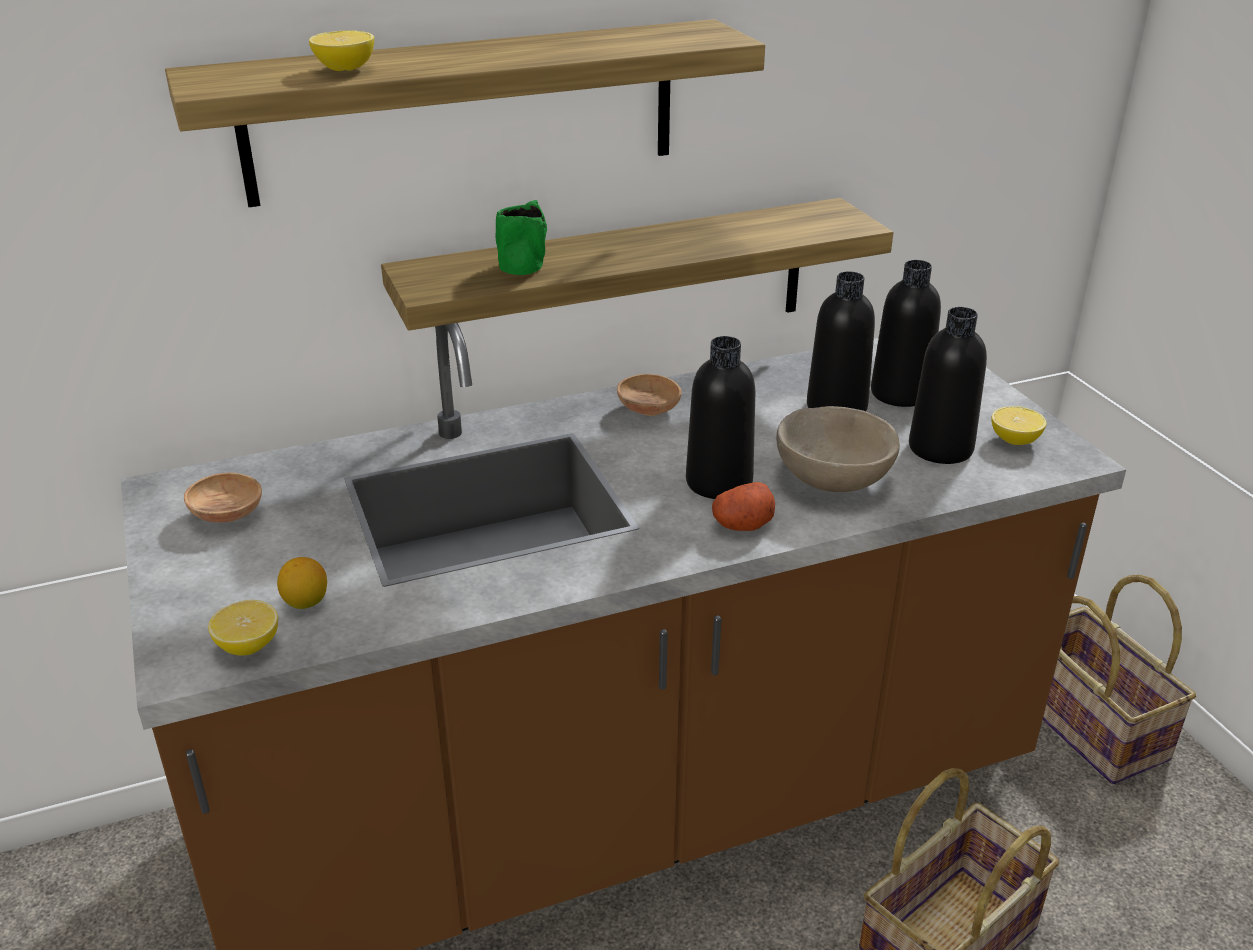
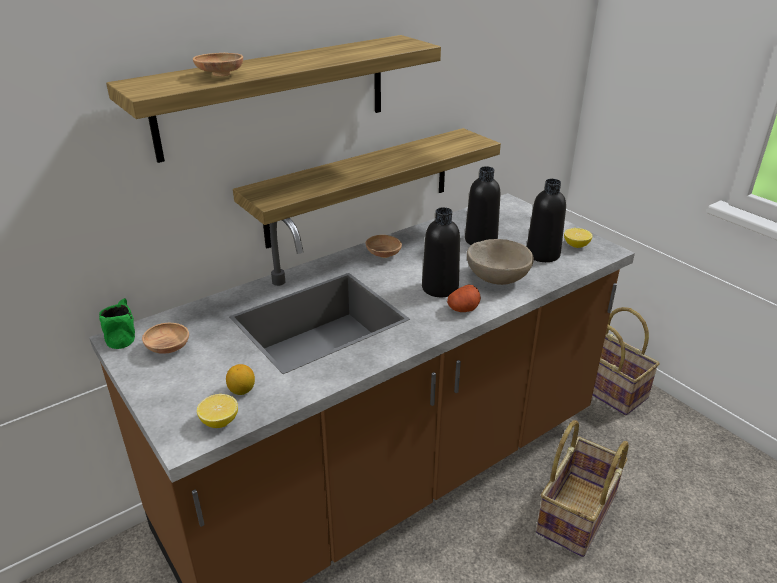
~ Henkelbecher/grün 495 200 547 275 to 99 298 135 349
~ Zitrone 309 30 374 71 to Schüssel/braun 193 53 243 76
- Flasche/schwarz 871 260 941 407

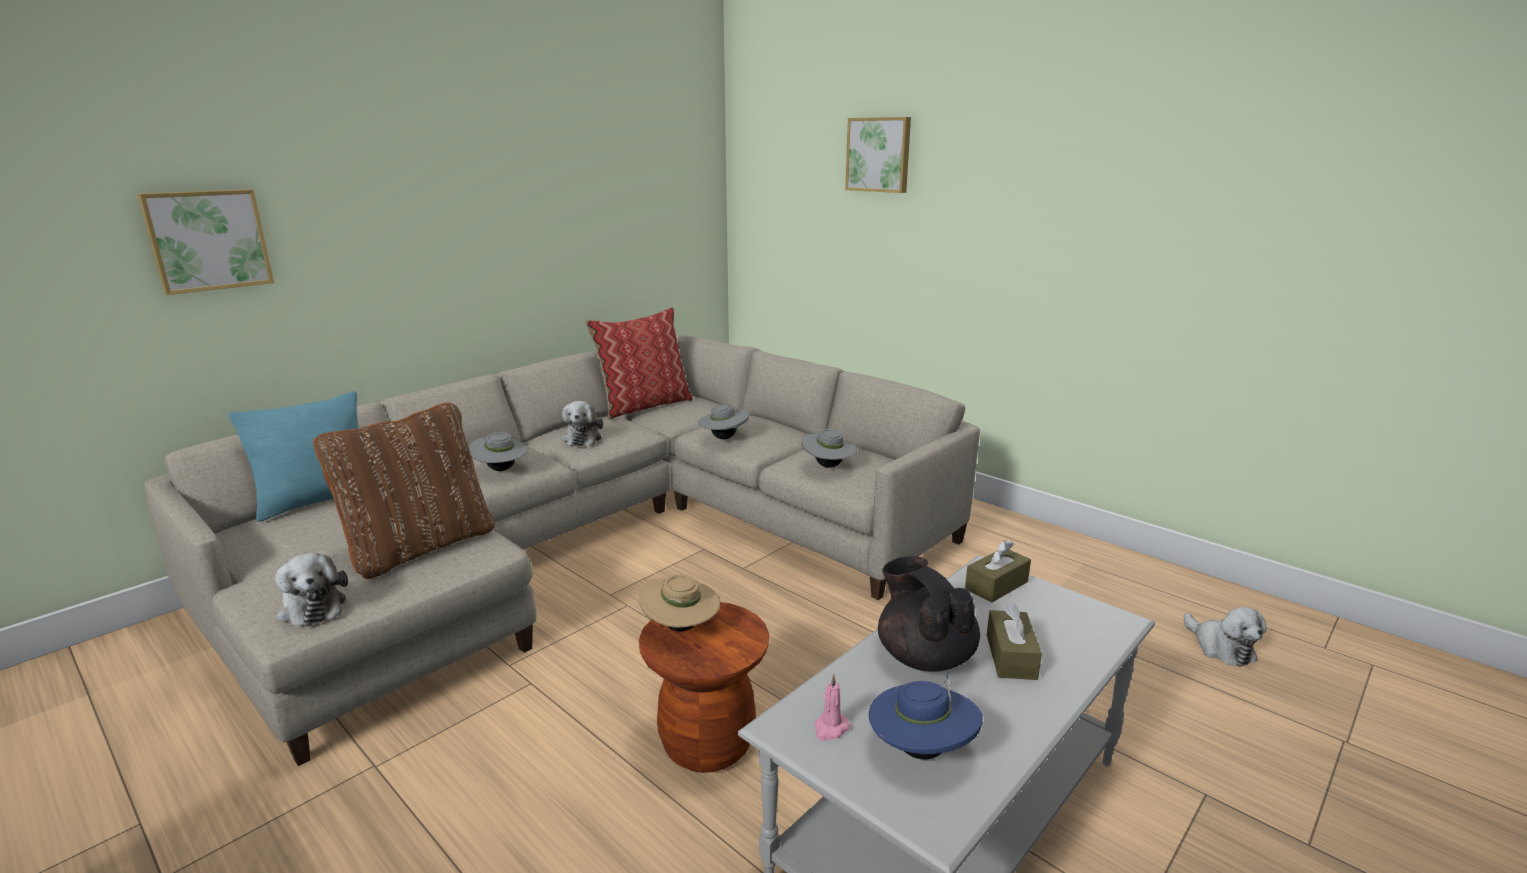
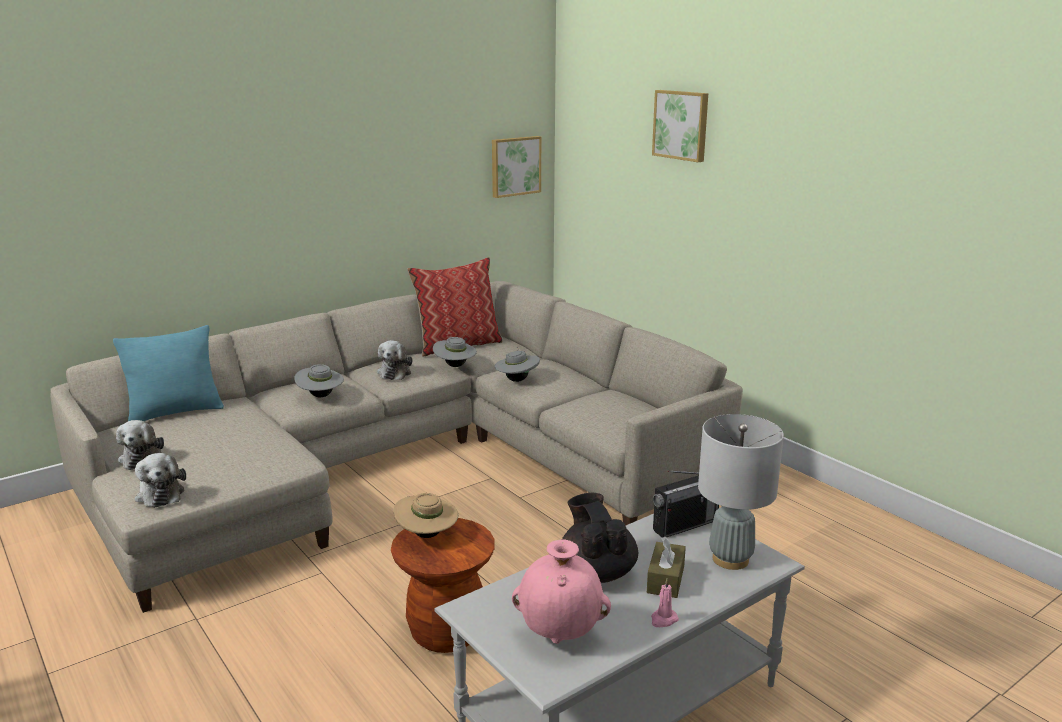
~ Plüschtier 1184 607 1267 667 to 116 420 164 470
~ Hut/grau 801 429 857 468 to 433 337 477 367
~ Bild 137 189 274 295 to 492 136 541 198
~ Hut/blau 869 676 983 759 to Vase/rosa 512 540 611 644
~ Kerze/rosa 814 674 850 741 to 651 578 679 627
~ Taschentuchbox/braun 965 540 1031 603 to Radio 653 471 719 538
+ Tischlampe/grau 698 414 784 570
- Kissen/braun 313 402 495 579

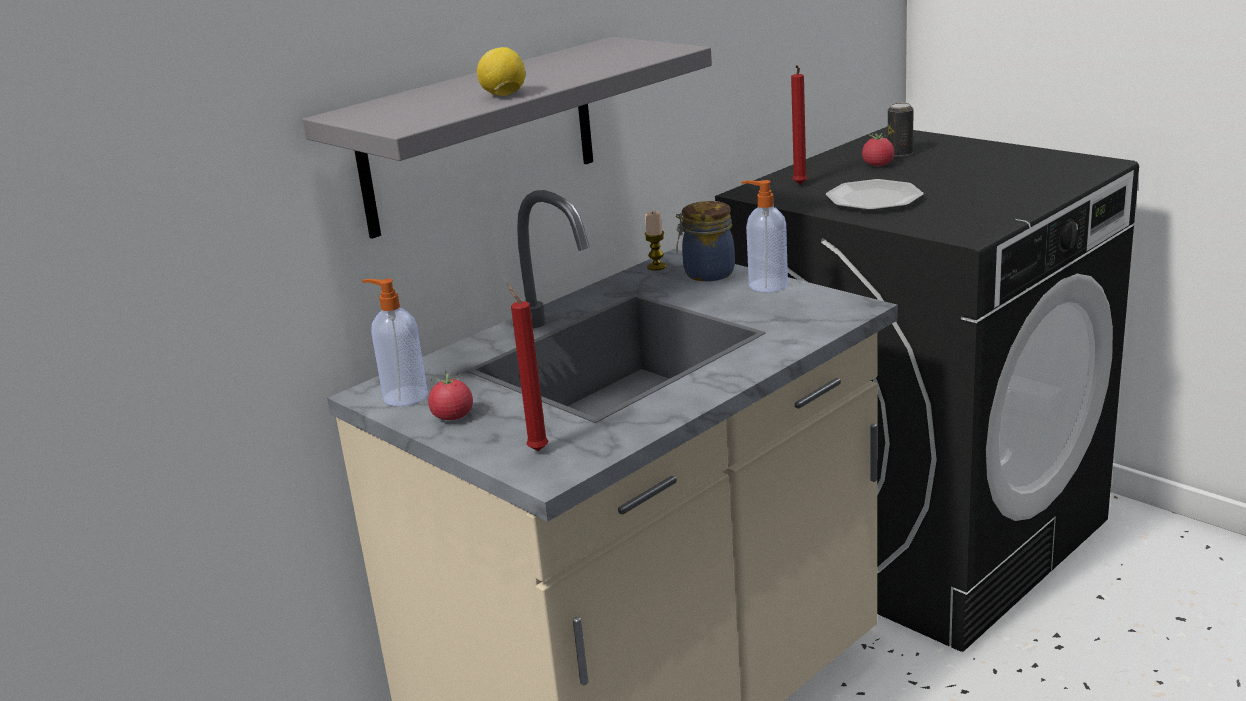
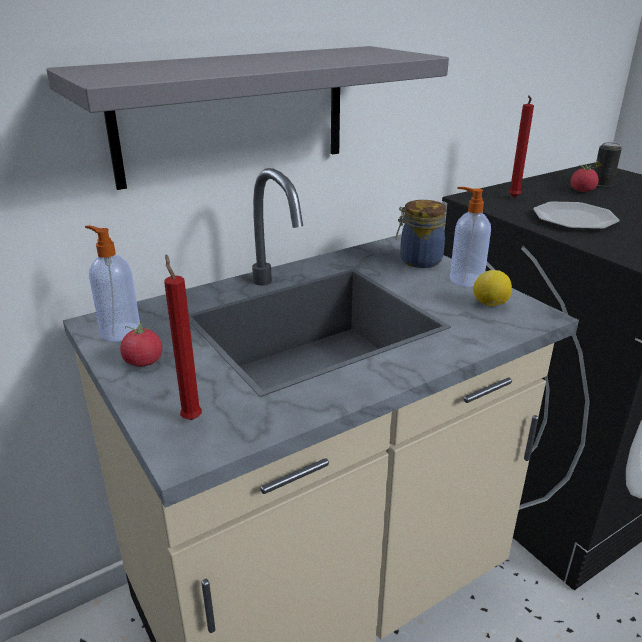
~ Zitrone 477 47 525 96 to 473 270 512 306
- Kerze 644 211 666 271

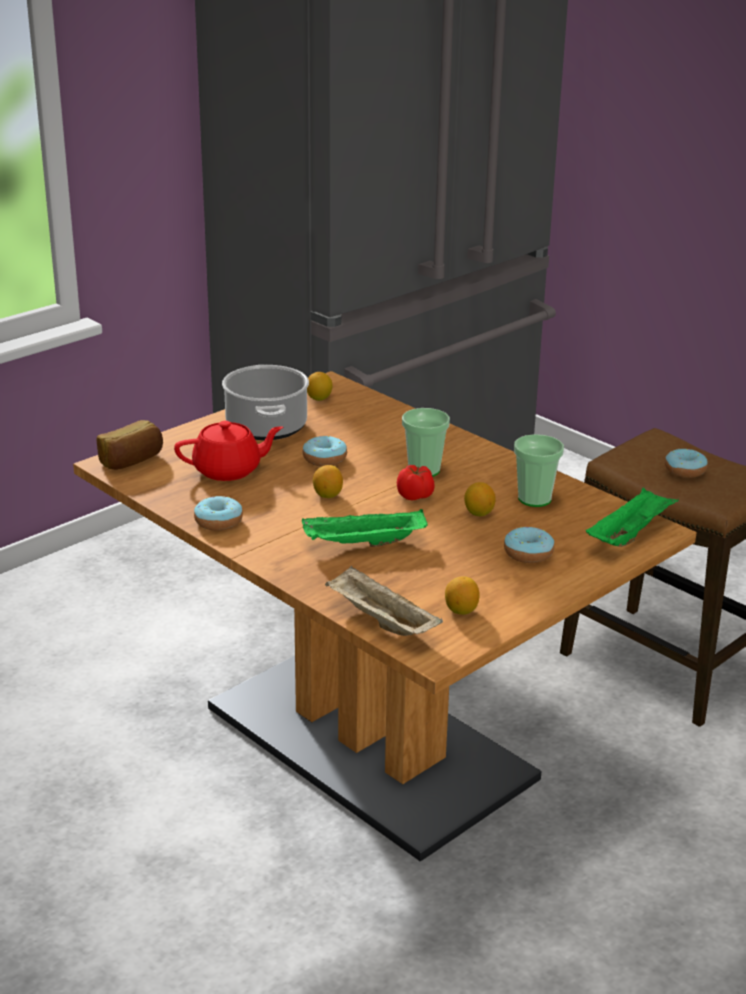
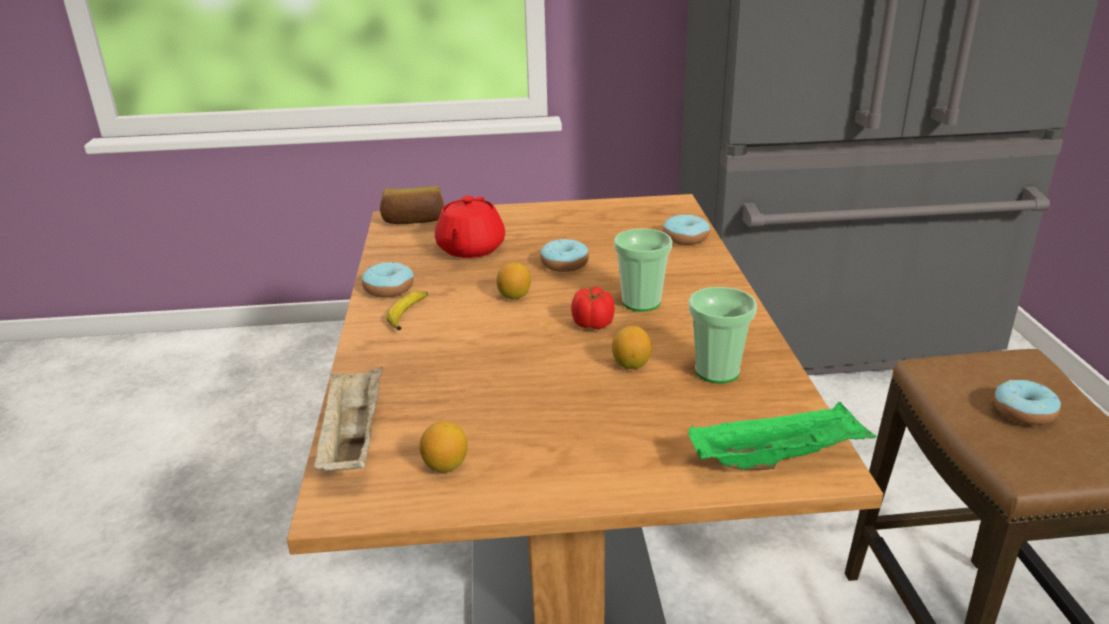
+ Banane 386 291 428 330
~ Teekanne/rot 174 421 283 481 = 435 196 505 258 75 degrees clockwise
~ Donut 504 527 554 563 to 663 214 710 245
- Kochtopf 222 365 309 440
- Tablett/grün 302 509 427 547
- Zitrone 307 372 333 401

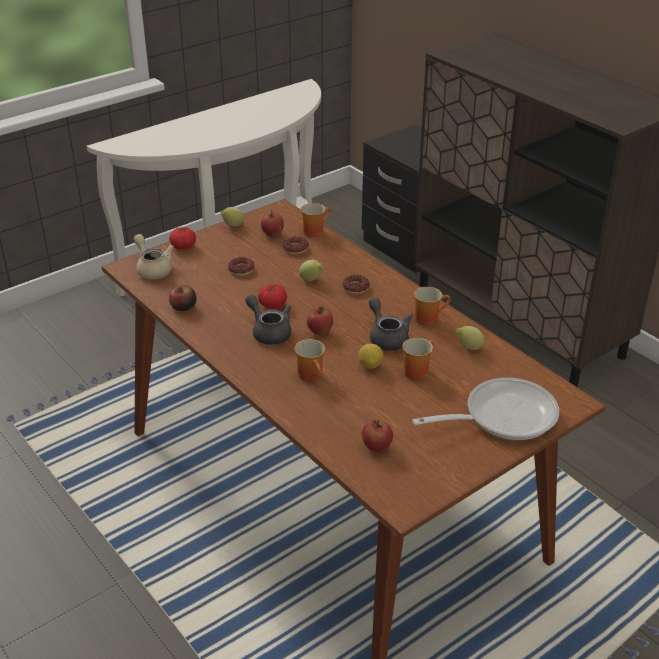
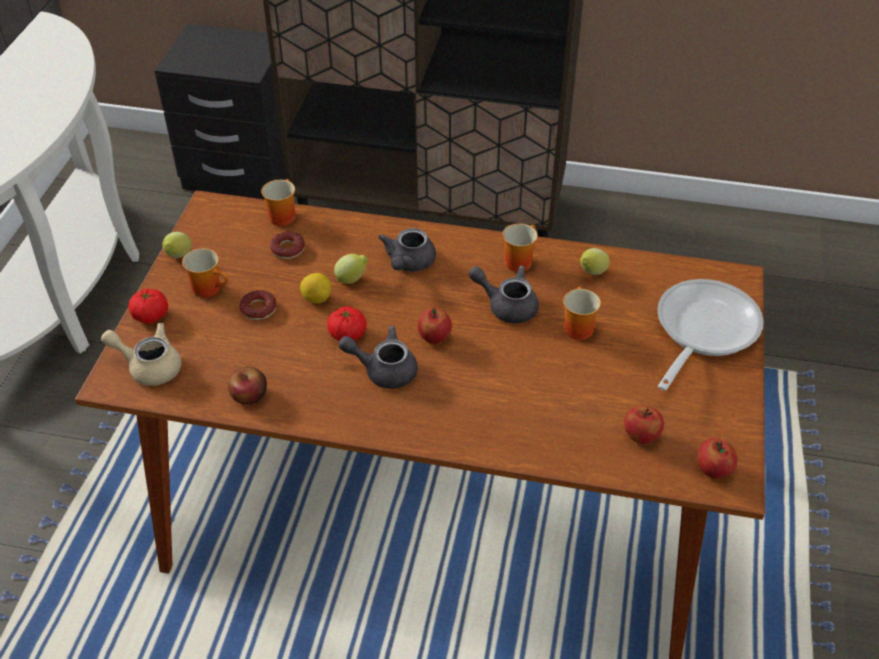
~ Henkelbecher 294 339 325 381 to 182 248 229 298
~ Zitrone 358 344 383 369 to 300 273 331 303
~ Donut 342 275 370 294 to Teekanne/grau 378 228 436 272
~ Apfel 261 210 284 237 to 697 438 737 478

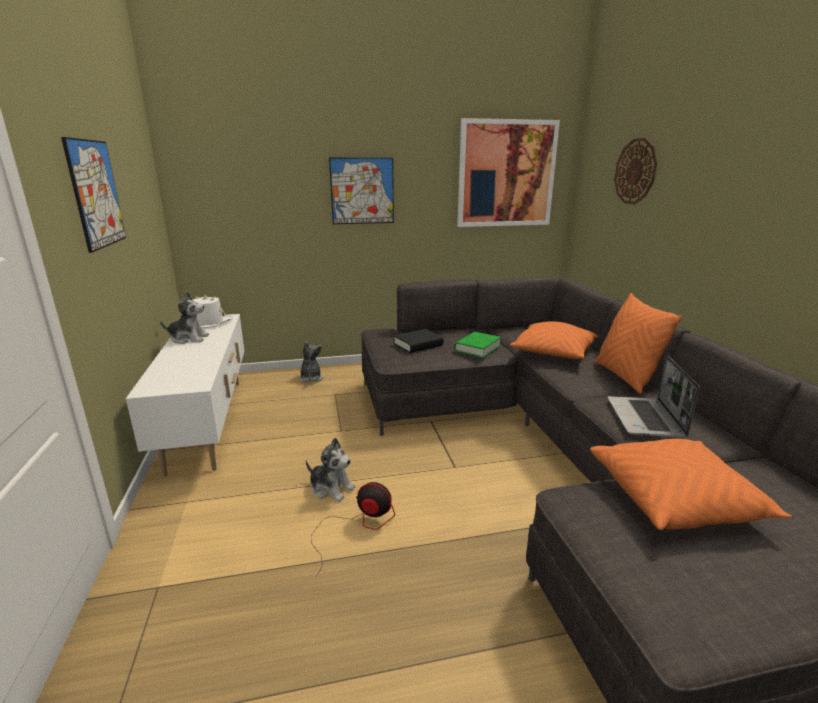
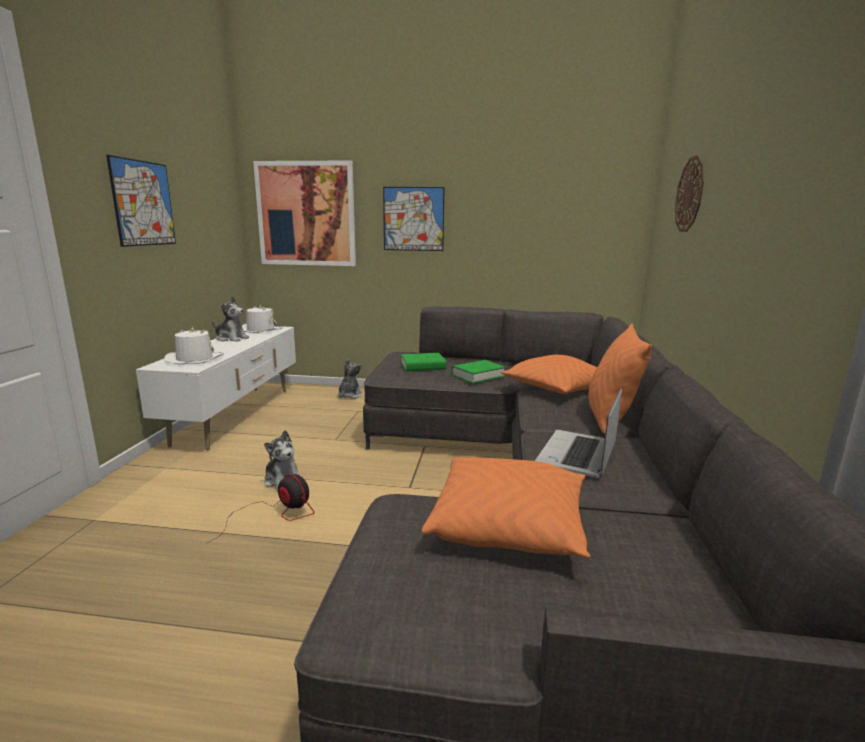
+ Hut/weiß 164 327 224 365
~ Bild 457 118 560 227 to 253 161 356 266
~ Buch/schwarz 394 329 443 353 to Buch/grün 401 353 446 371

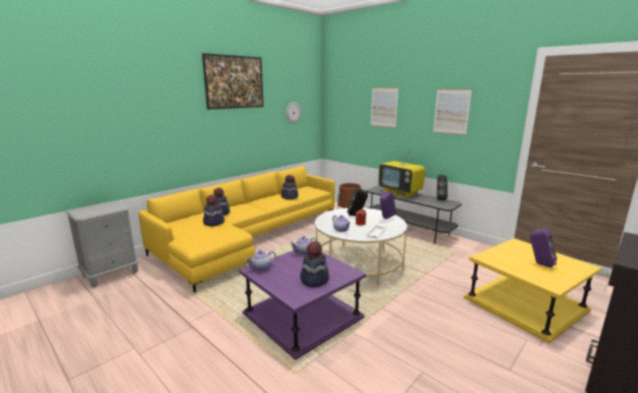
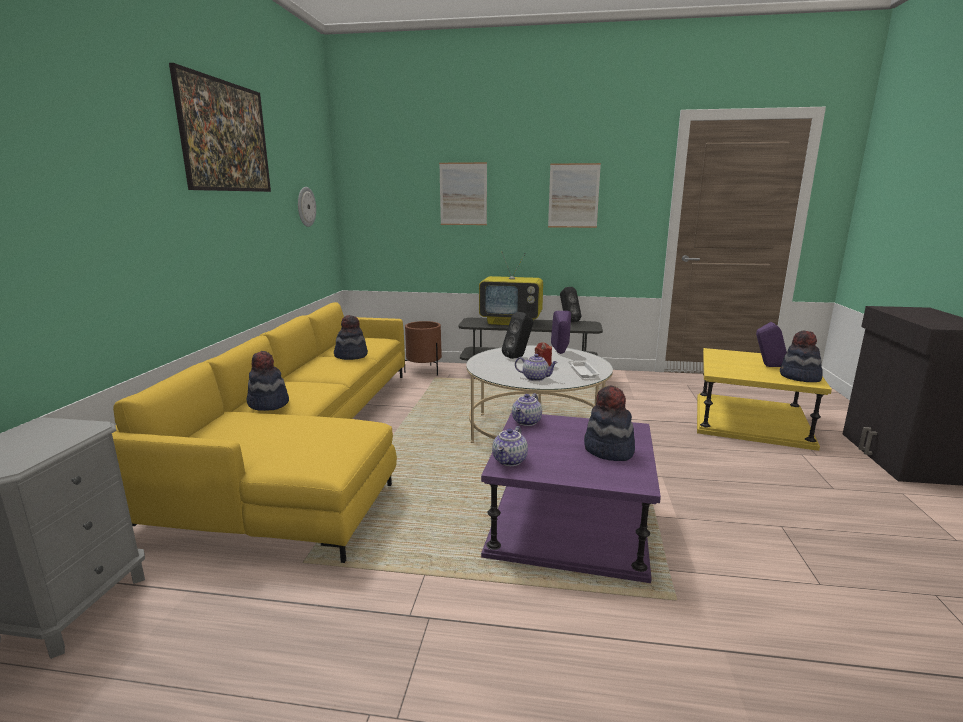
~ Hut 203 195 225 226 to 780 330 822 382

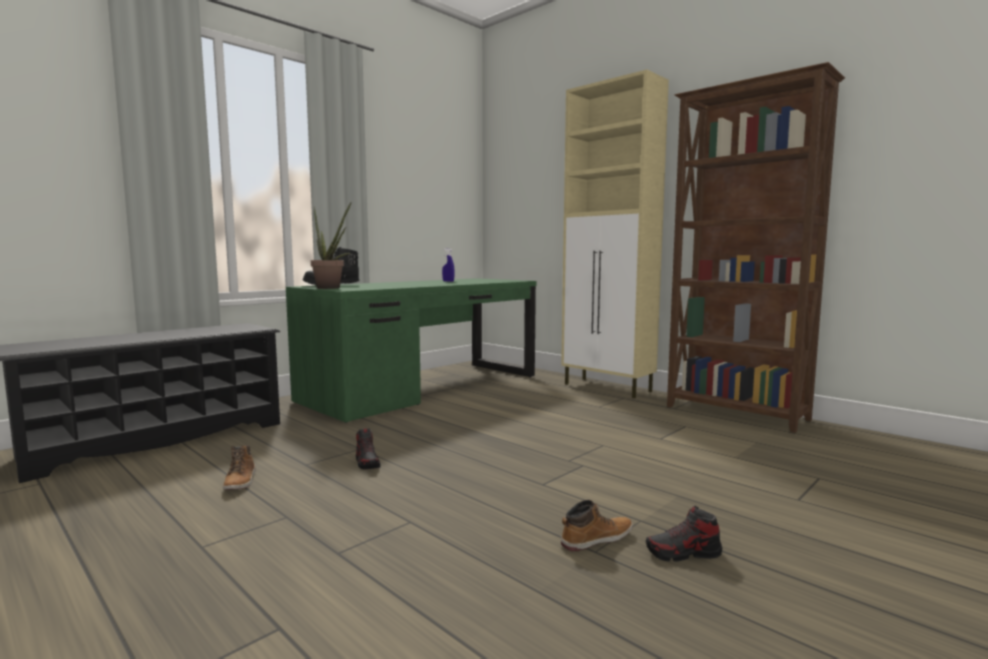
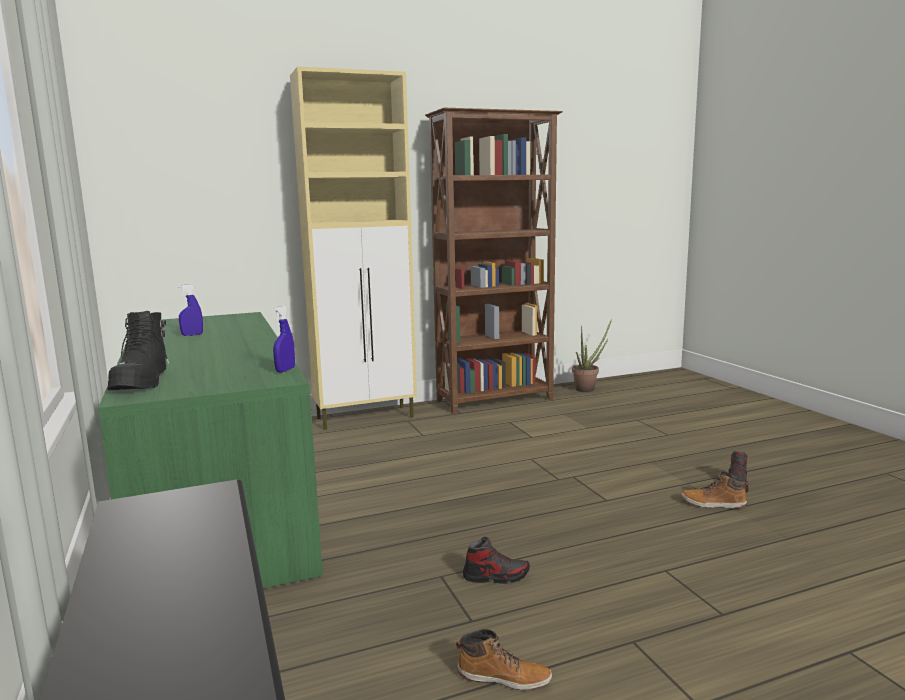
+ Sprühflasche/blau 273 306 295 373
~ Topfpflanze 311 202 352 289 to 572 319 612 392
~ Stiefel 561 500 633 551 = 681 471 748 509 75 degrees counterclockwise

